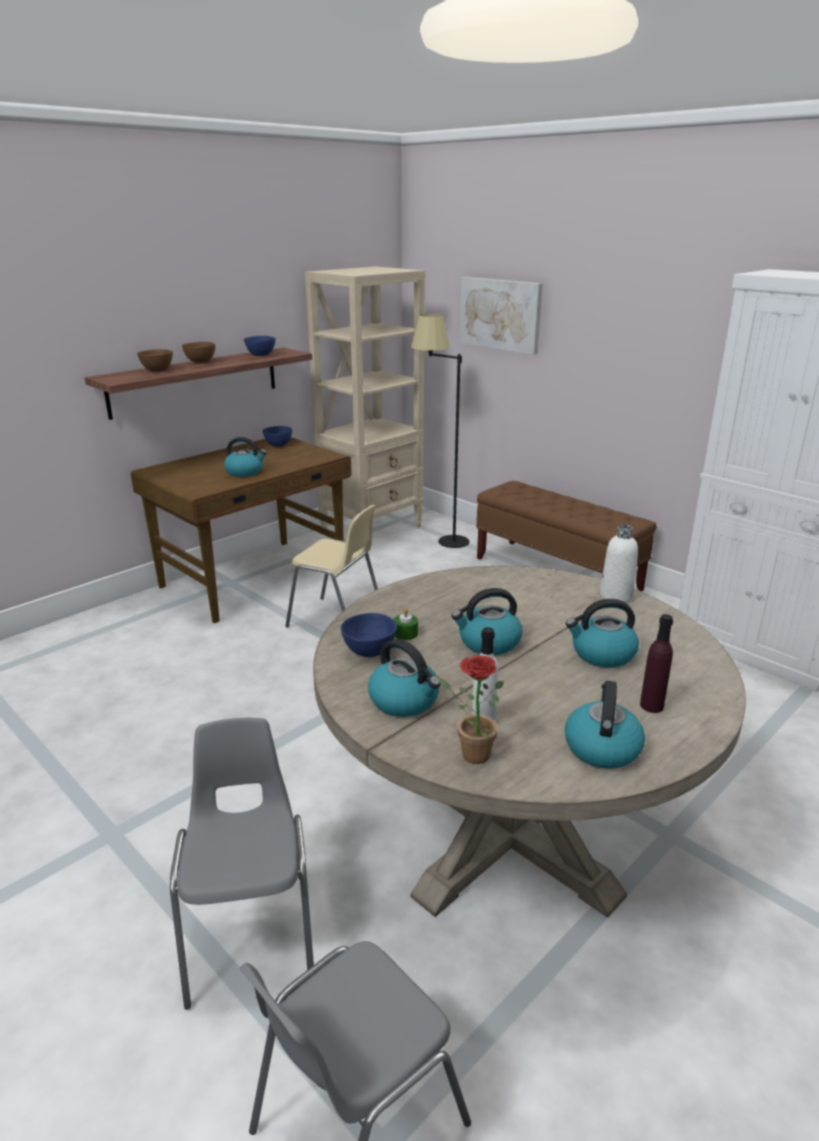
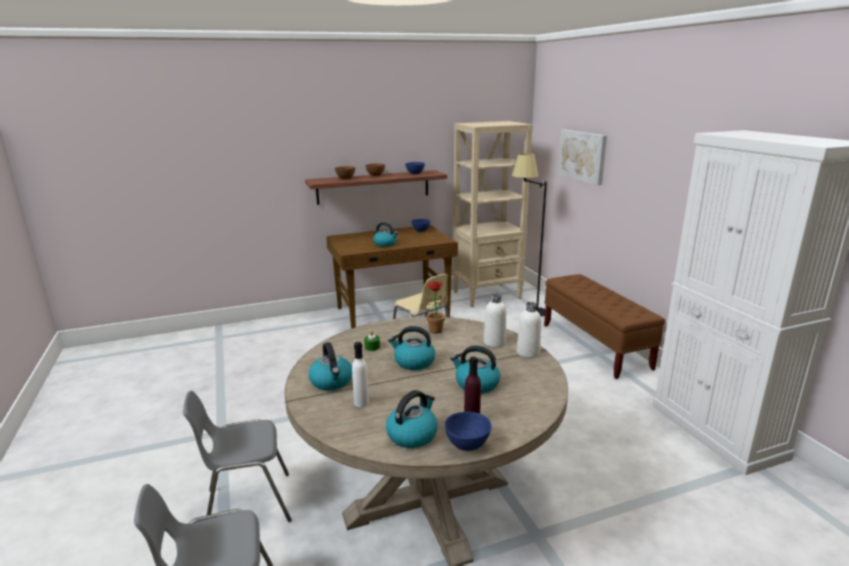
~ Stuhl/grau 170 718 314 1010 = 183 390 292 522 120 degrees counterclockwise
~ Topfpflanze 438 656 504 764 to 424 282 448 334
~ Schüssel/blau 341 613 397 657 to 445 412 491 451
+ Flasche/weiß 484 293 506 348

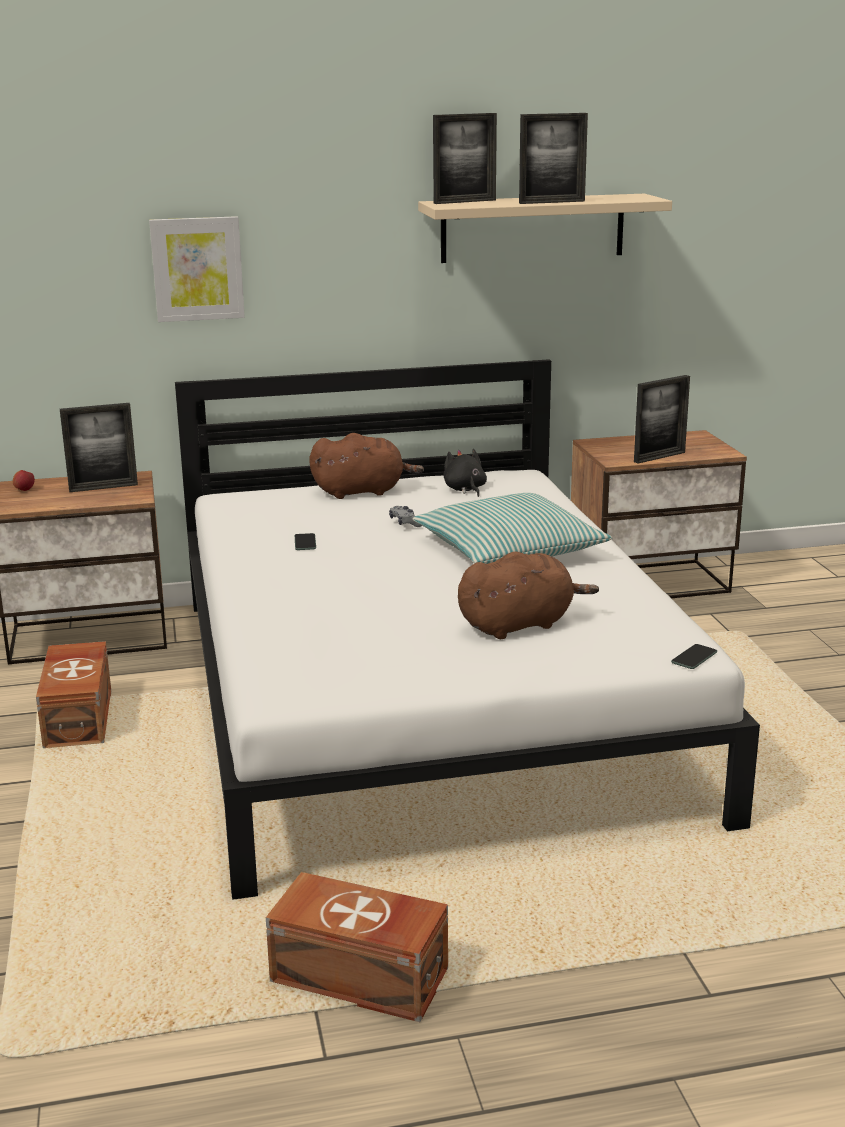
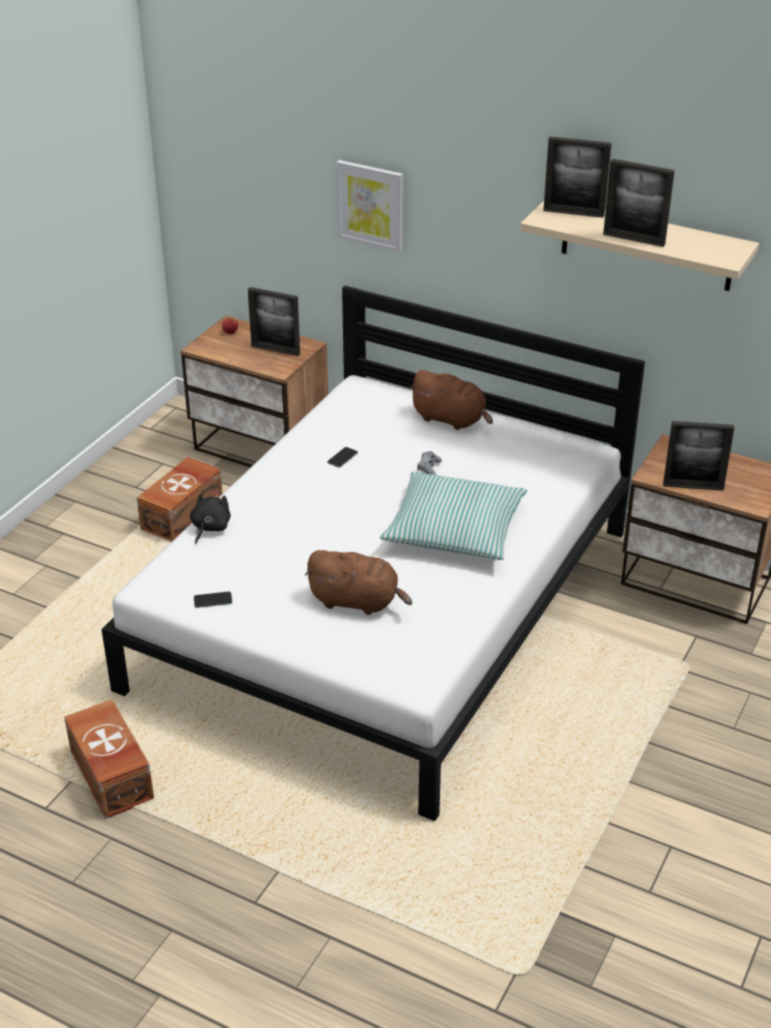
~ Plüschtier/schwarz 444 449 487 497 to 190 490 231 543
~ Handy 671 644 717 669 to 194 592 232 608

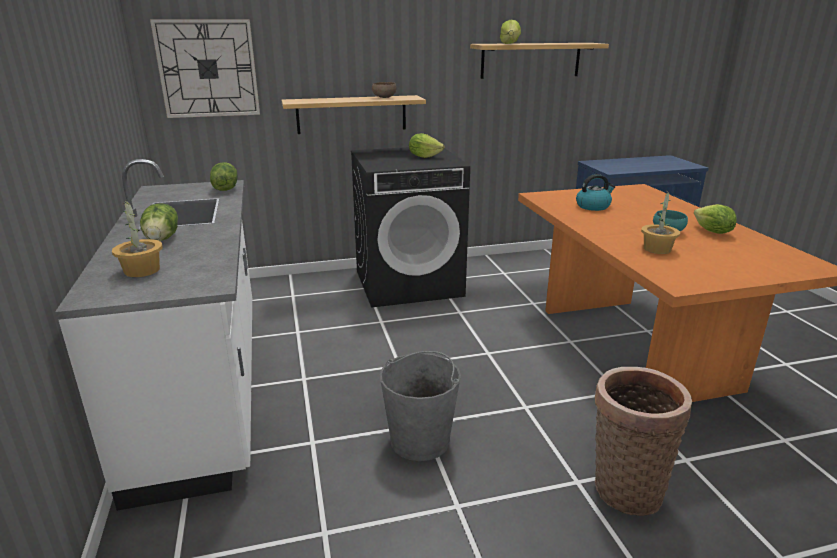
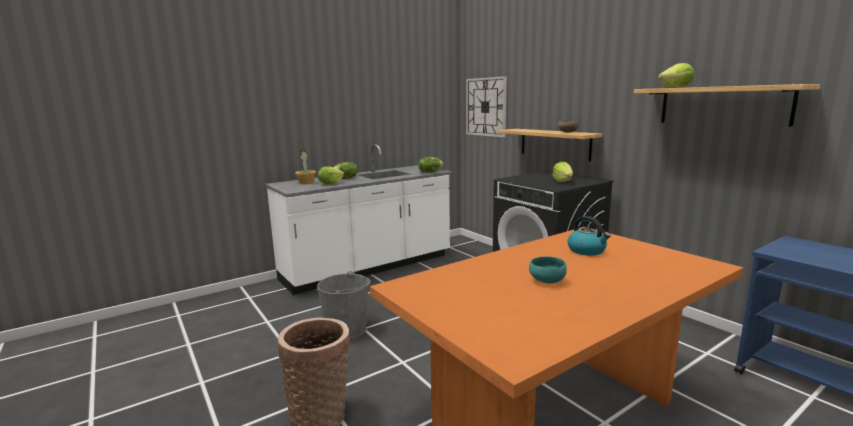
~ Salatkopf 694 204 737 234 to 318 166 344 184
- Topfpflanze 641 189 680 254

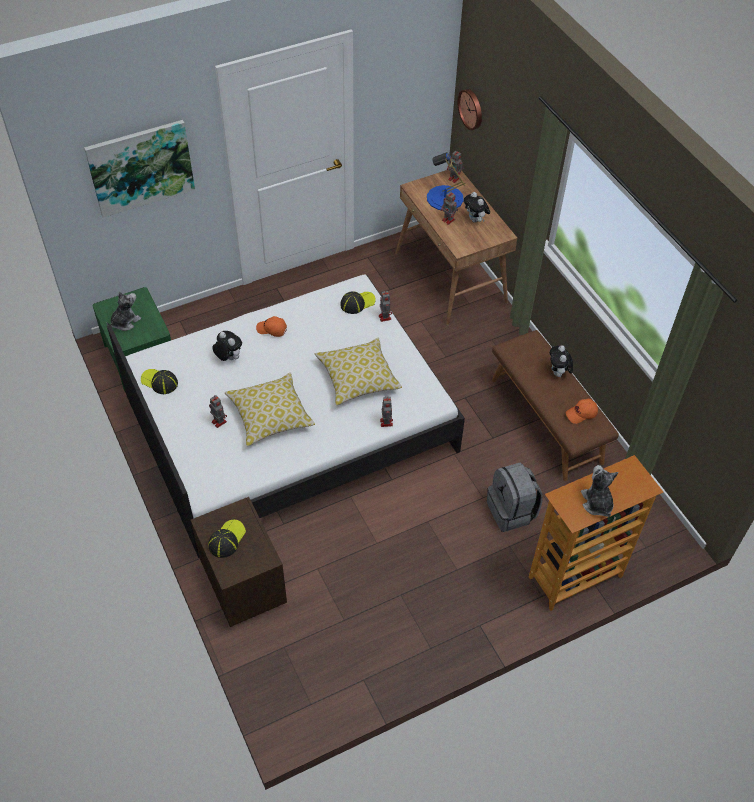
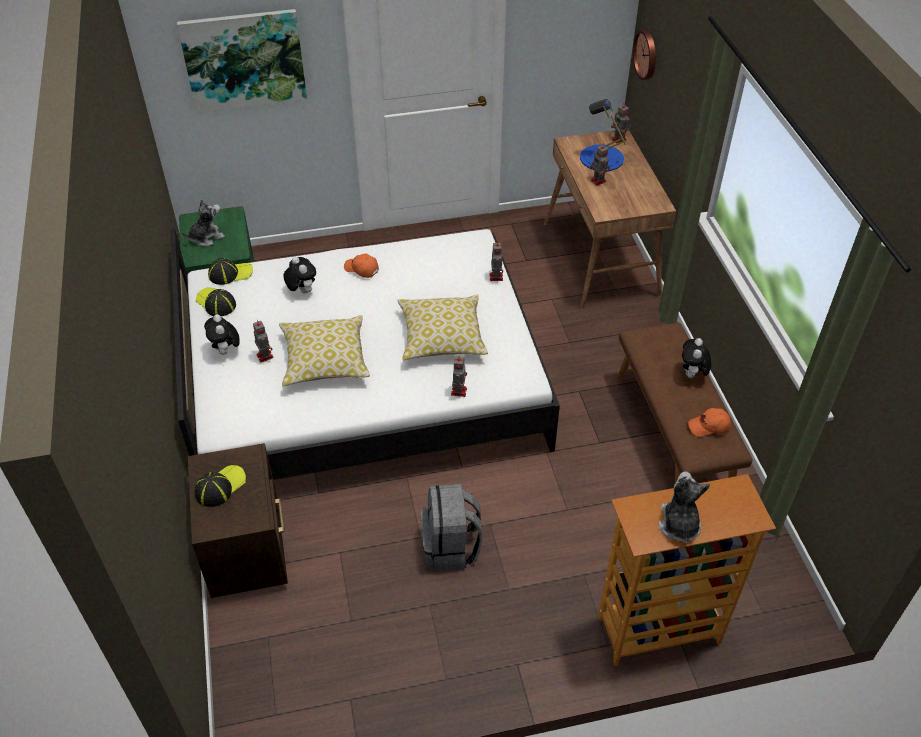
~ Plüschtier 464 192 490 223 to 204 314 240 355
~ Kappe 340 291 376 314 to 208 258 253 285
~ Rucksack/grau 487 462 543 532 to 421 484 482 571

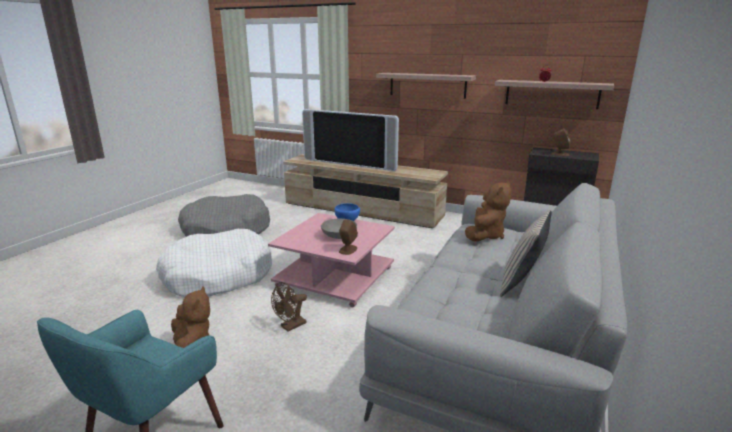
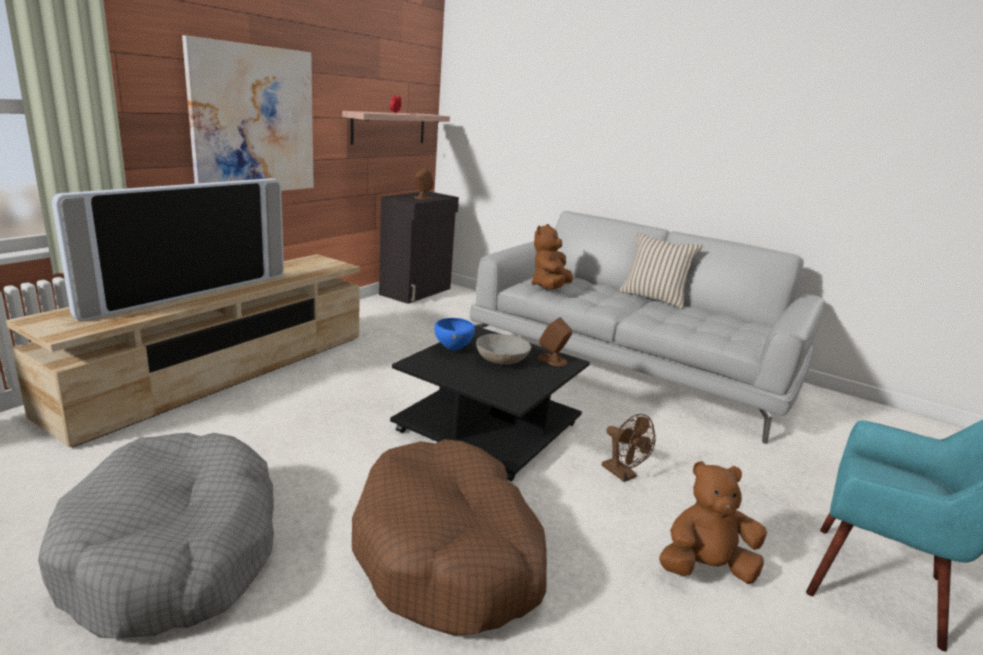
~ Wandregal 376 73 476 99 to Bild 182 35 314 191
~ Hundebett/weiß 156 229 272 297 to Hundebett/braun 352 439 547 636
~ Couchtisch/rosa 268 213 395 307 to Couchtisch/schwarz 390 326 590 481
~ Plüschtier/braun 465 181 512 242 = 531 224 573 289 105 degrees counterclockwise

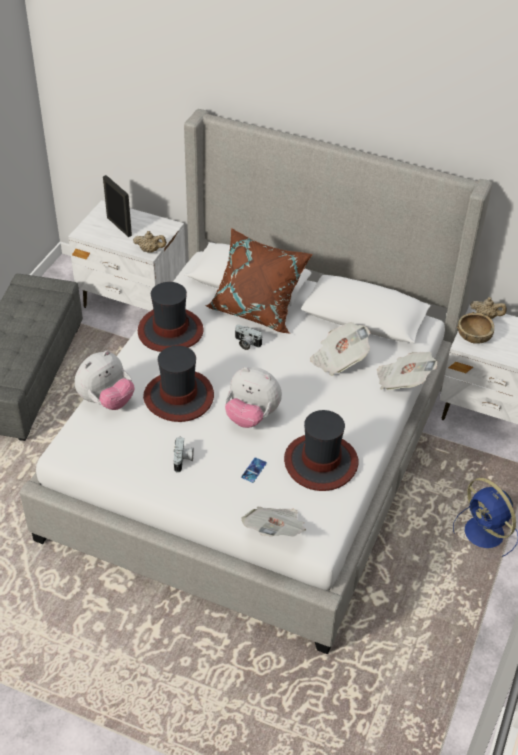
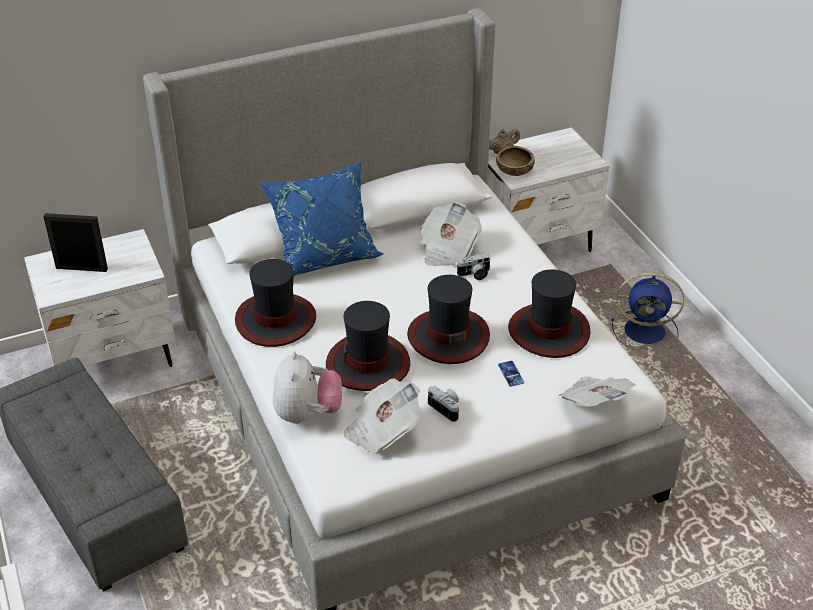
~ Kissen/braun 205 228 313 334 to Kissen/blau 260 162 383 277
~ Zeitung 377 352 437 390 to 344 379 421 454
~ Plüschtier 225 367 282 428 to Hut 407 275 490 364
~ Kamera 235 325 263 350 to 456 252 491 280
- Teekanne/beige 133 231 167 253

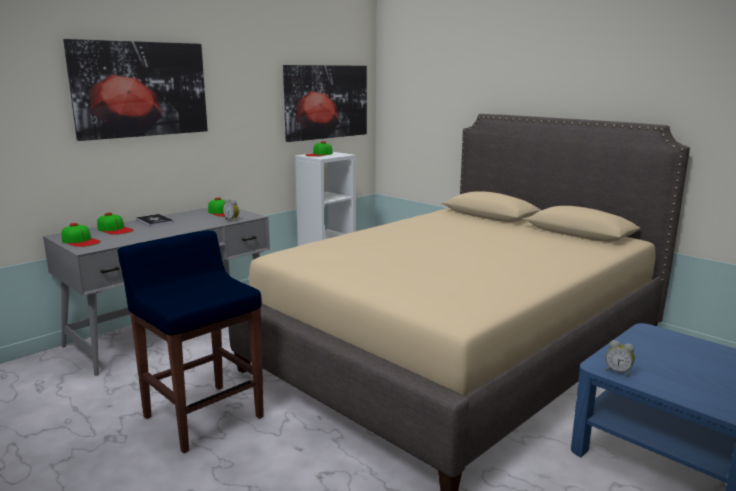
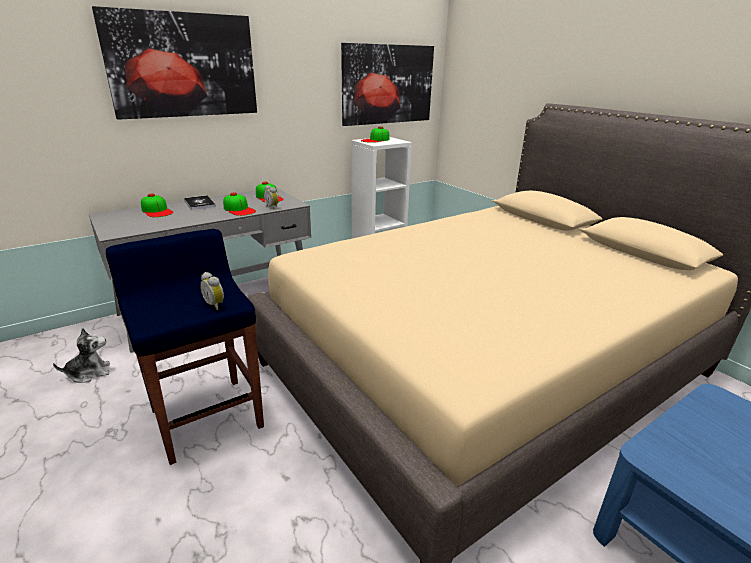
+ Plüschtier 53 328 110 383
~ Wecker 606 340 635 376 to 200 272 224 310
~ Kappe 62 223 101 247 to 223 193 256 216

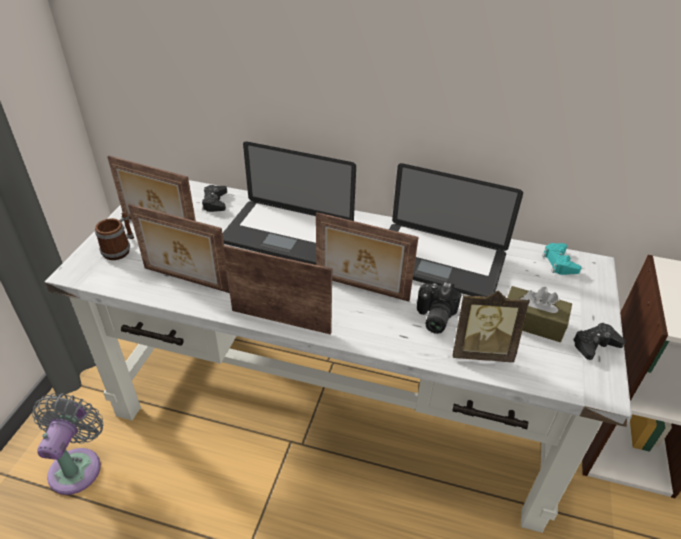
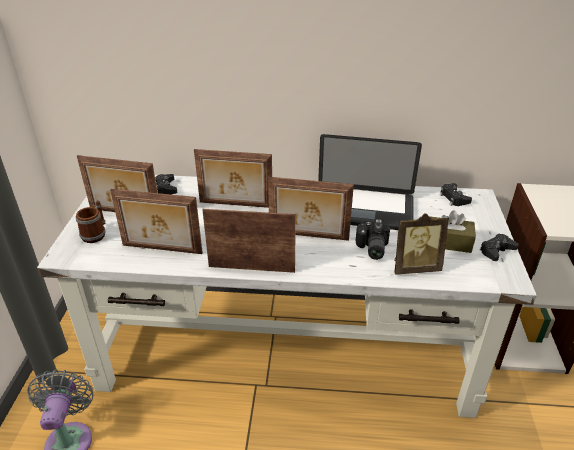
~ Laptop 223 142 356 265 to Bilderrahmen 194 149 272 208
~ Gamepad/türkis 542 243 582 275 to Gamepad/schwarz 440 183 472 206

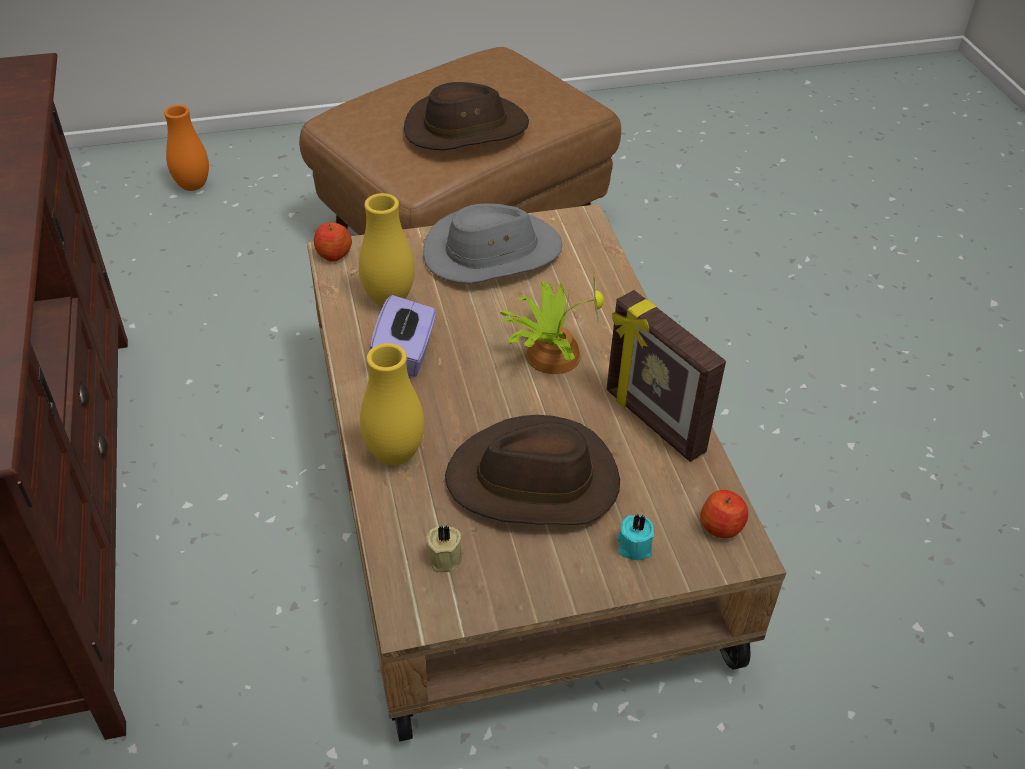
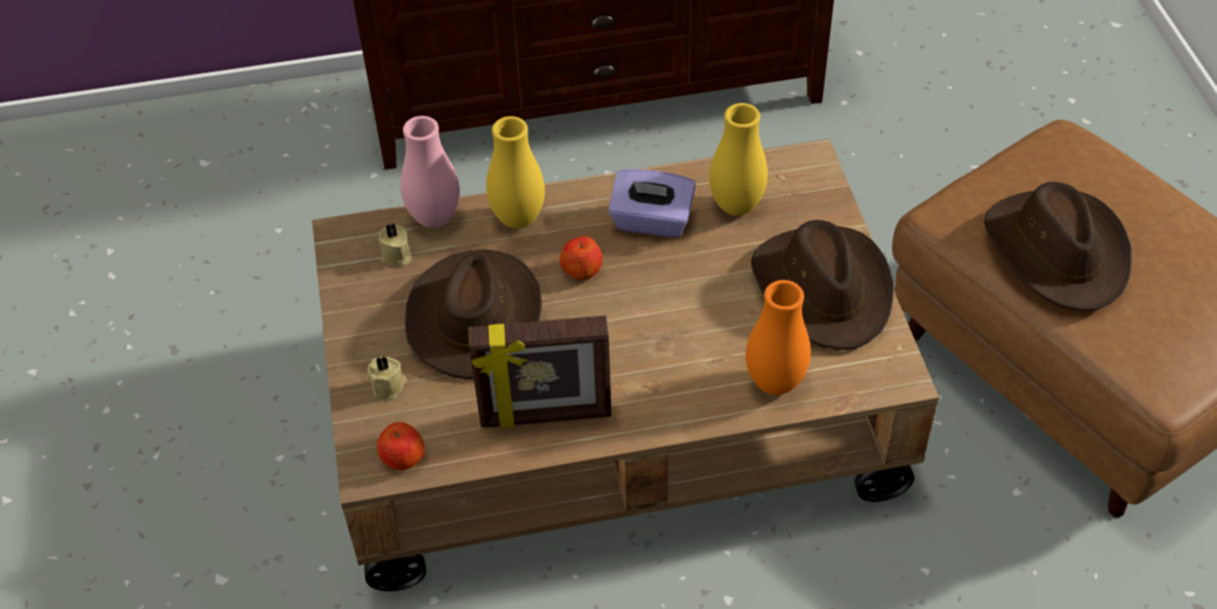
~ Kerze/türkis 617 514 654 560 to Kerze/beige 367 356 407 400
+ Vase/rosa 400 116 460 228
~ Bilderrahmen 607 290 726 462 = 468 316 611 429 150 degrees counterclockwise
~ Apfel 314 223 352 262 to 560 236 602 280
~ Vase/orange 164 105 209 191 to 746 280 811 395
~ Hut/grau 423 203 562 284 to Hut/braun 751 220 894 350
- Topfpflanze 500 274 604 374

